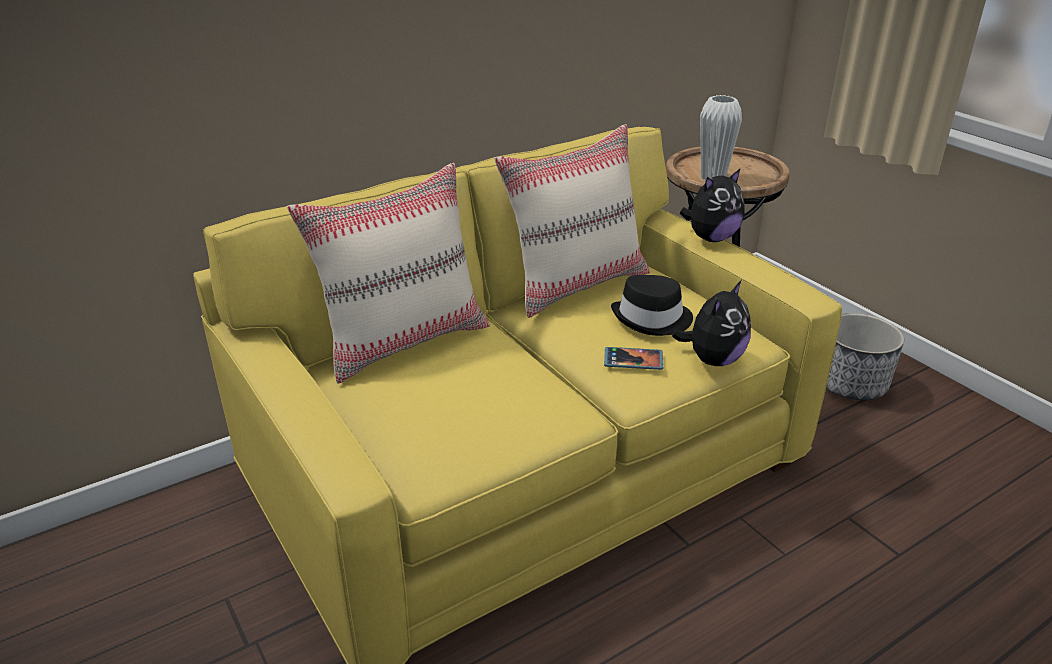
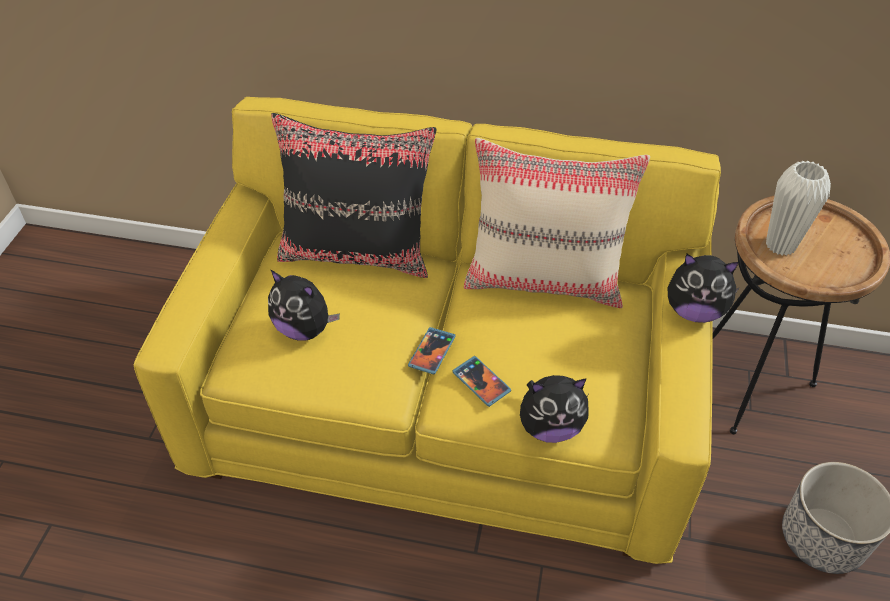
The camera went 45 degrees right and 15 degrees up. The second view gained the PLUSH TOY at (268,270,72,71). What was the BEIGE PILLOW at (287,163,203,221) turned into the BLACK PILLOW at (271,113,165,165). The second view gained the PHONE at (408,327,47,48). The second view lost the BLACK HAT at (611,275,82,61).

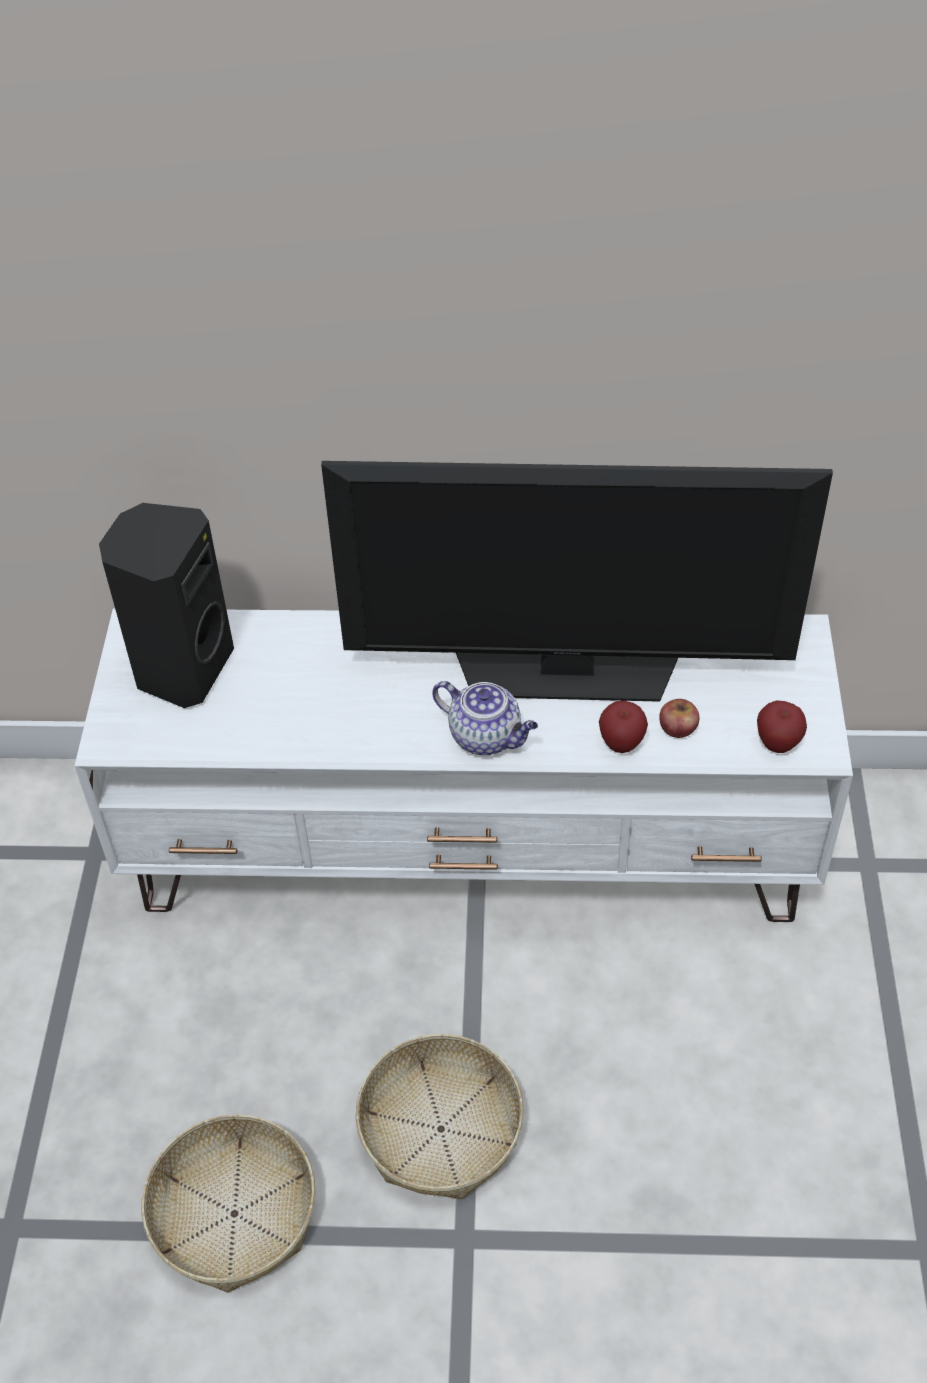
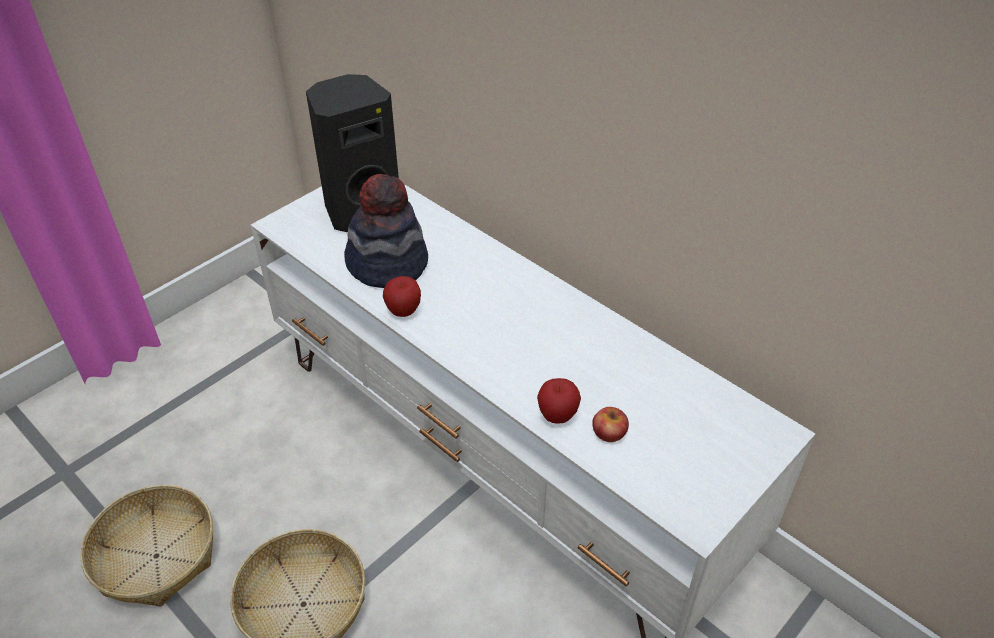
The camera went 40 degrees right and 5 degrees down. The second view gained the HAT at (344,174,84,114). The APPLE ended up elsewhere, having gone from (757,700,50,53) to (383,276,38,41). The second view lost the TELEVISION at (321,461,512,241). The second view lost the TEAPOT at (432,681,106,74).

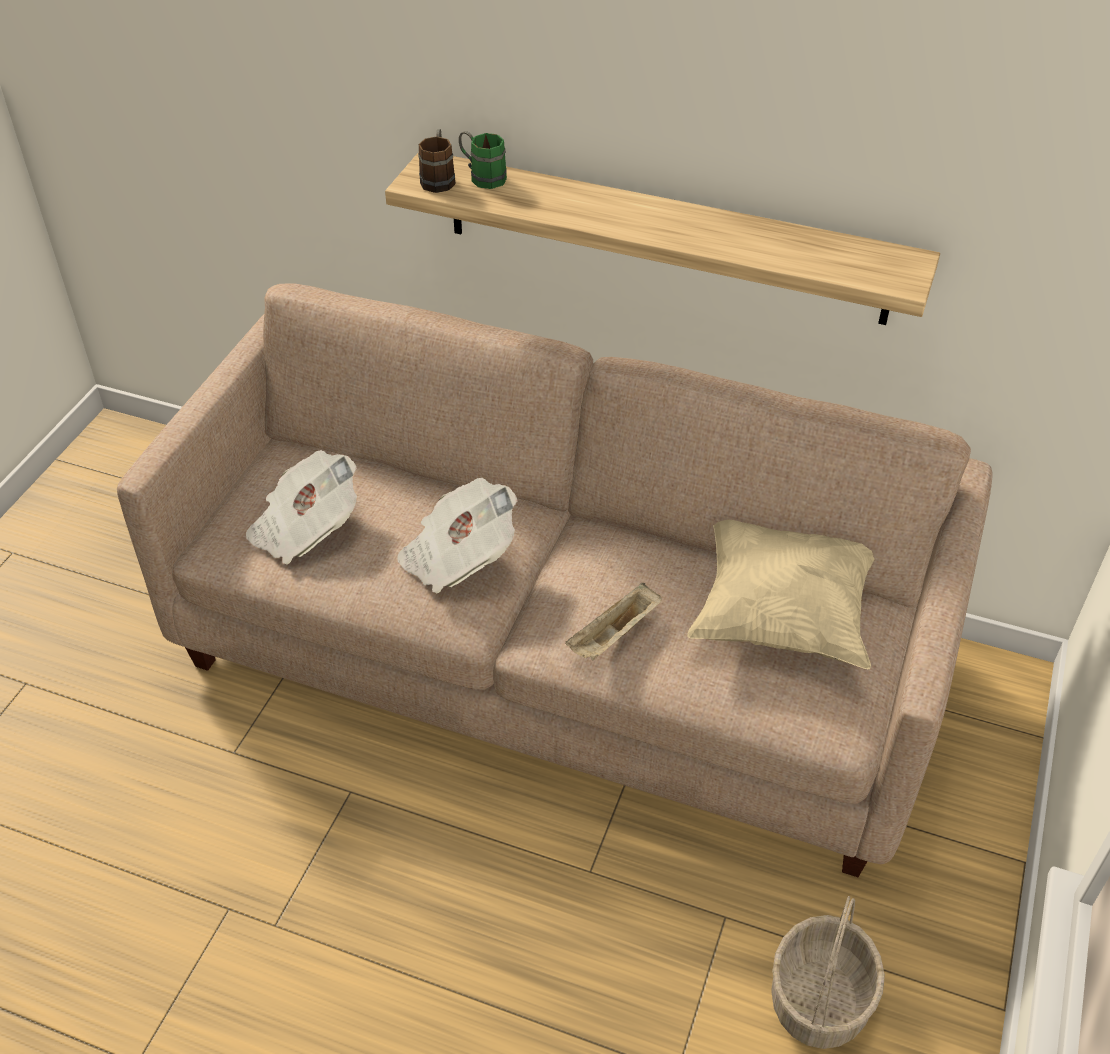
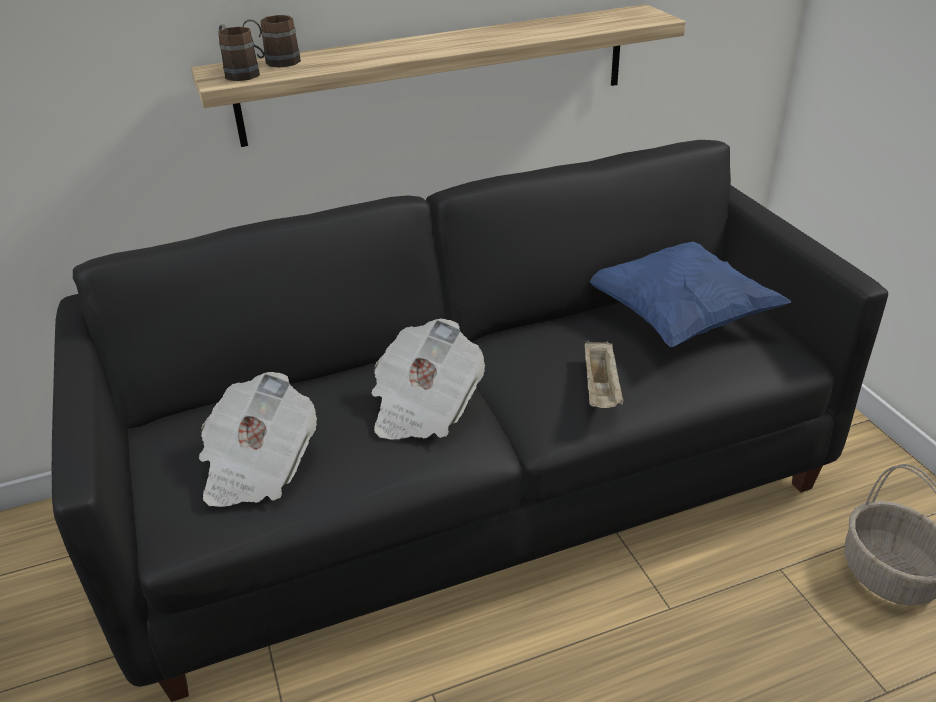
The camera went 40 degrees left and 10 degrees down. What was the BEIGE SOFA at (117,283,876,594) turned into the BLACK SOFA at (52,140,836,562). What was the GREEN MUG at (459,131,48,58) turned into the BROWN MUG at (242,15,59,53). What was the BEIGE PILLOW at (687,519,188,150) turned into the BLUE PILLOW at (590,242,201,105).

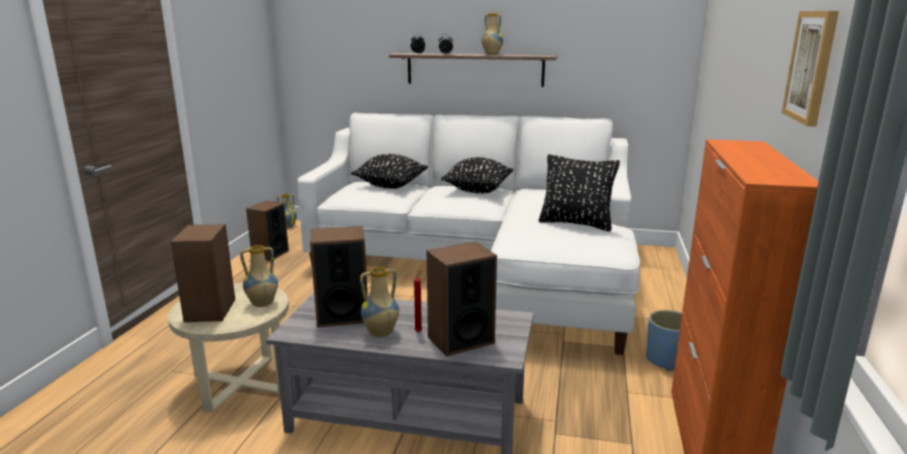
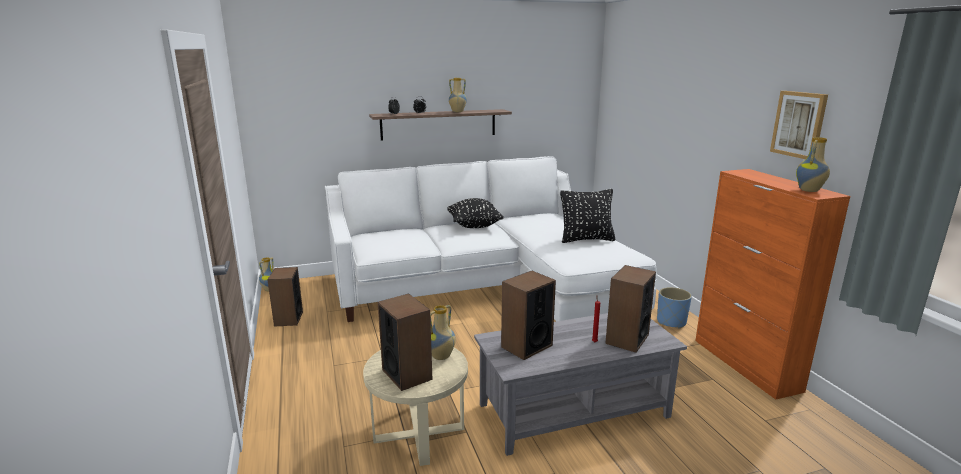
The camera went 30 degrees left and 0 degrees up. The VASE ended up elsewhere, having gone from (360,267,39,70) to (796,137,34,55). The second view lost the BLACK PILLOW at (351,154,77,35).

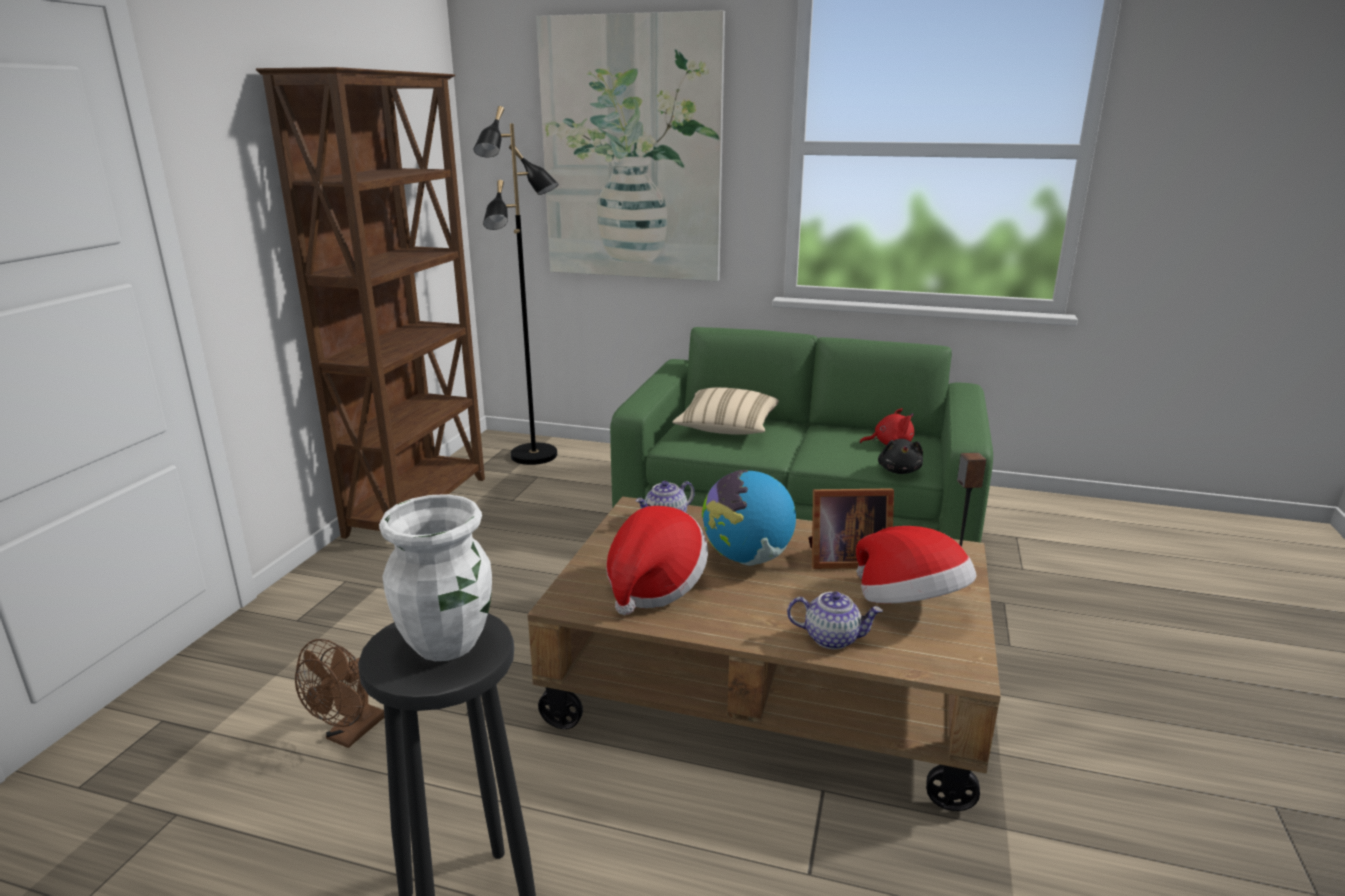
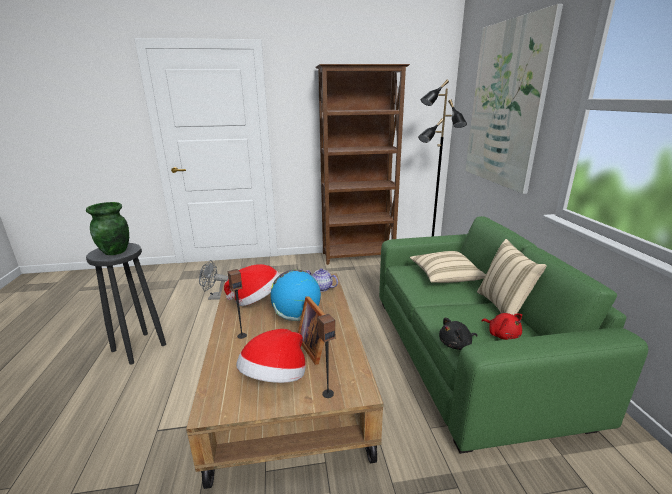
The camera went 65 degrees right and 0 degrees up. What was the WHITE VASE at (379,494,113,167) turned into the GREEN VASE at (86,202,43,53). What was the BROWN FAN at (295,639,89,109) turned into the GREY FAN at (199,260,29,40). The second view gained the SPEAKER at (228,269,19,70). The second view gained the BEIGE PILLOW at (477,239,70,76). The second view lost the TEAPOT at (787,591,96,58).

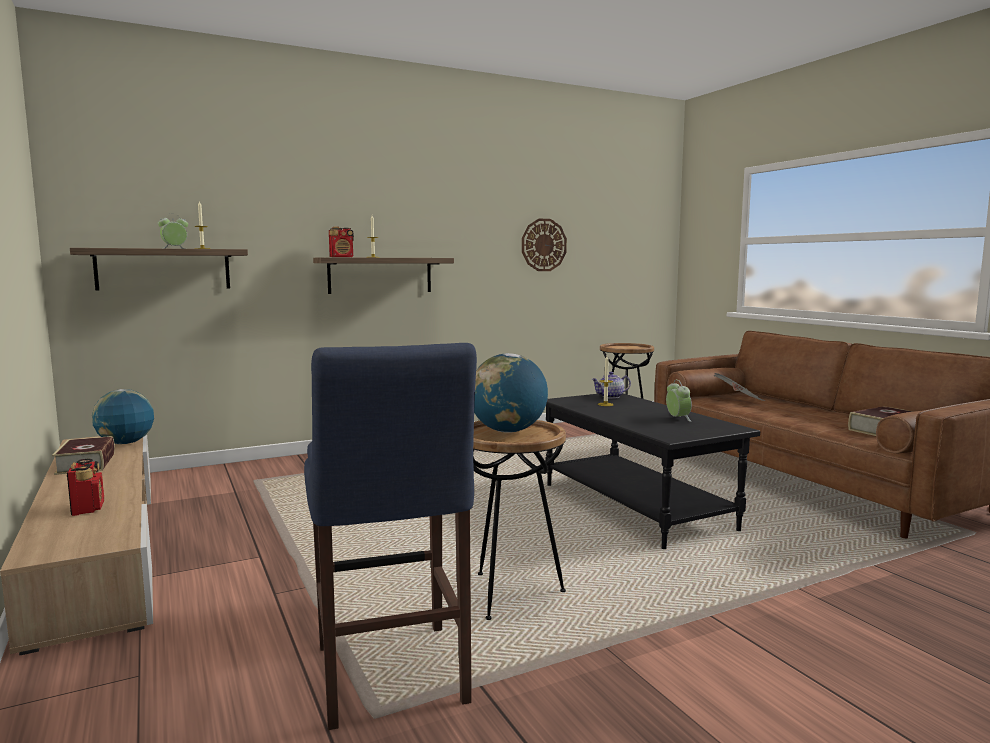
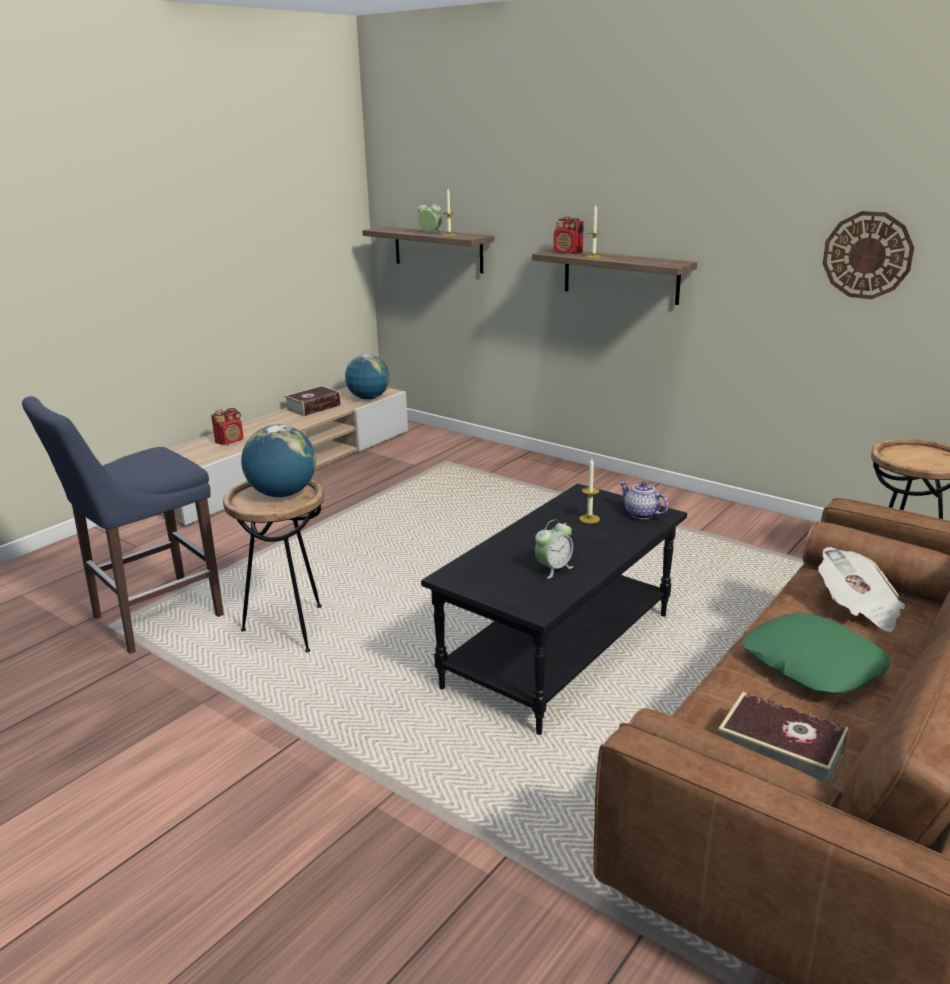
The camera went 65 degrees right and 15 degrees up. The second view gained the GREEN PILLOW at (742,613,148,82).

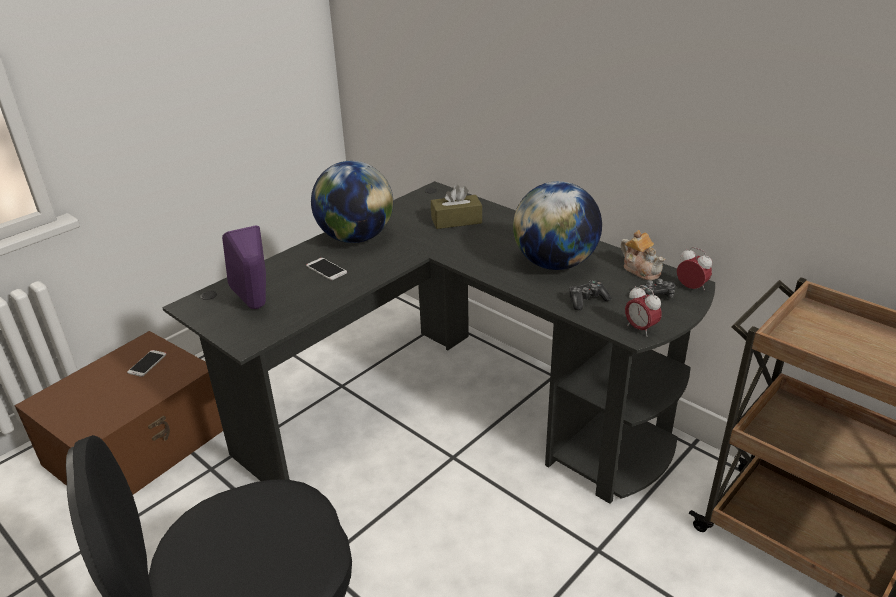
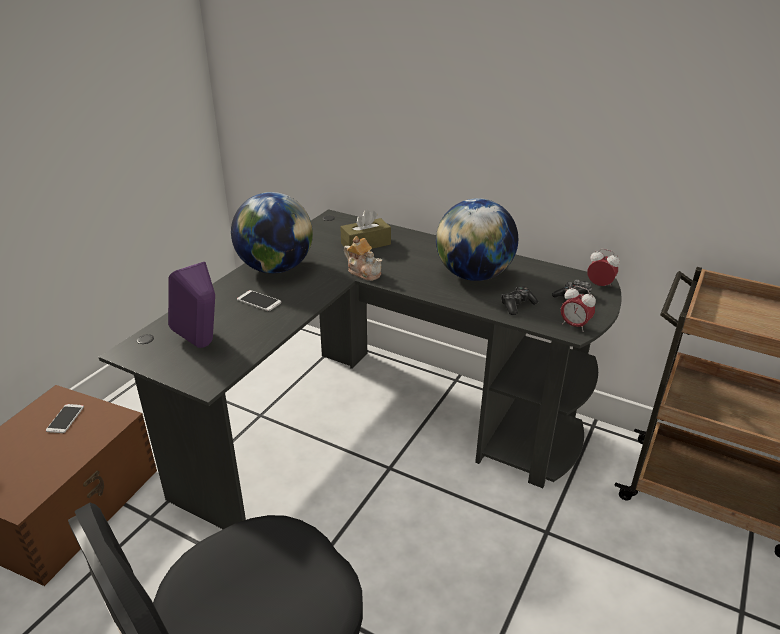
The camera went 15 degrees left and 0 degrees up. The TEAPOT ended up elsewhere, having gone from (620,230,45,50) to (344,236,38,45).

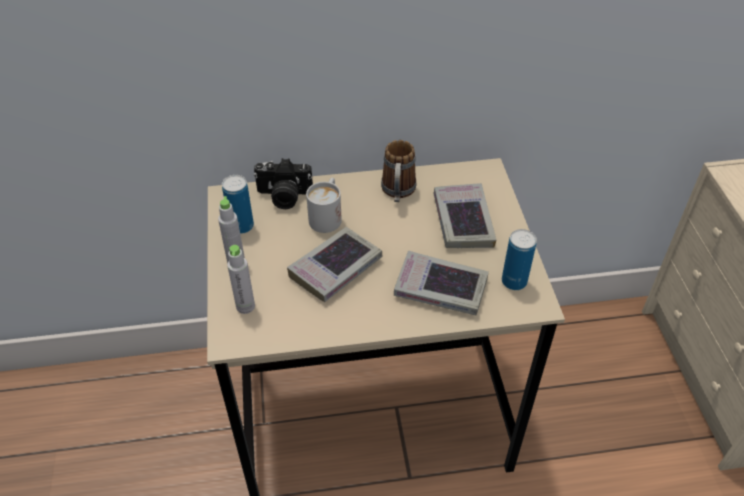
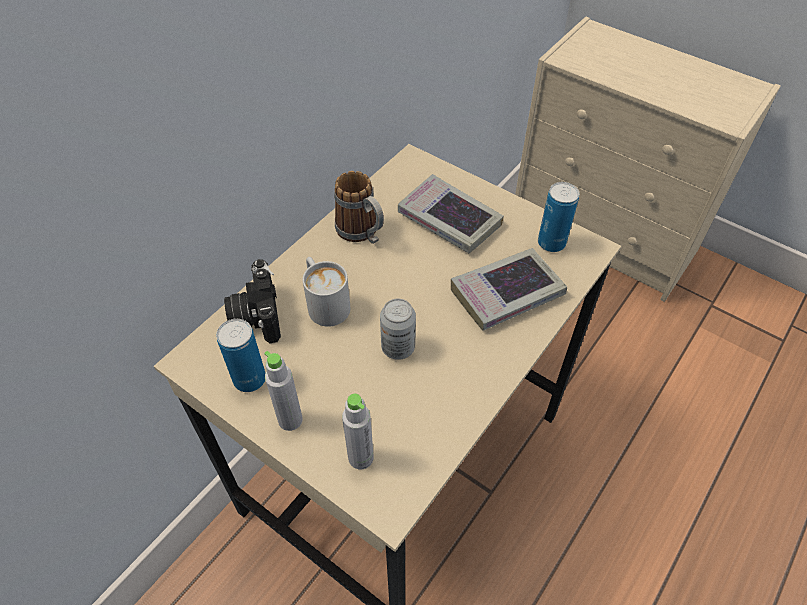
The camera went 45 degrees left and 5 degrees up. The PHOTO CAMERA at (253,158,60,51) ended up facing another way, 120 degrees clockwise from before. Where the BOOK stood at (287,227,96,75), the CAN came to stand at (380,299,36,61).

